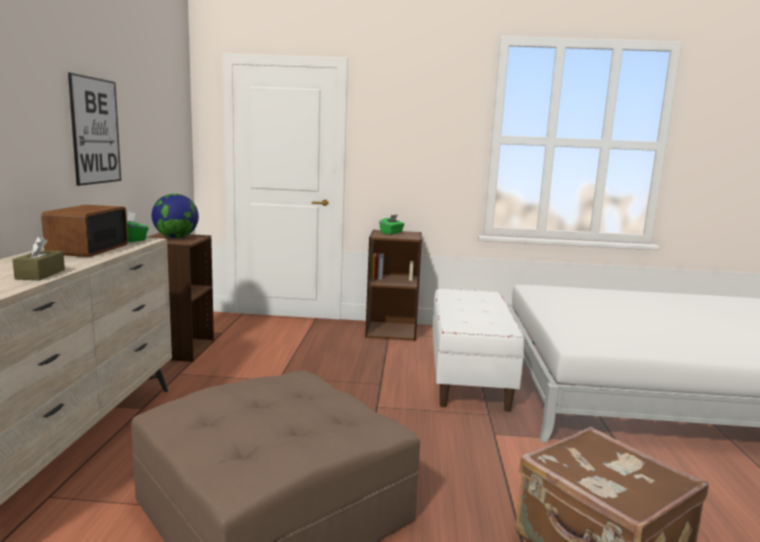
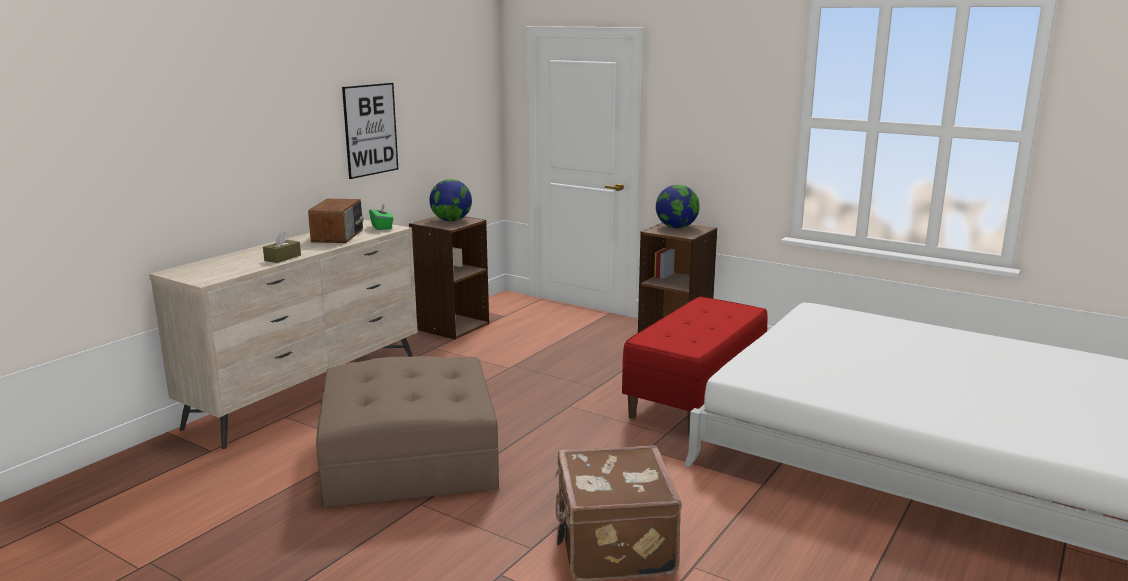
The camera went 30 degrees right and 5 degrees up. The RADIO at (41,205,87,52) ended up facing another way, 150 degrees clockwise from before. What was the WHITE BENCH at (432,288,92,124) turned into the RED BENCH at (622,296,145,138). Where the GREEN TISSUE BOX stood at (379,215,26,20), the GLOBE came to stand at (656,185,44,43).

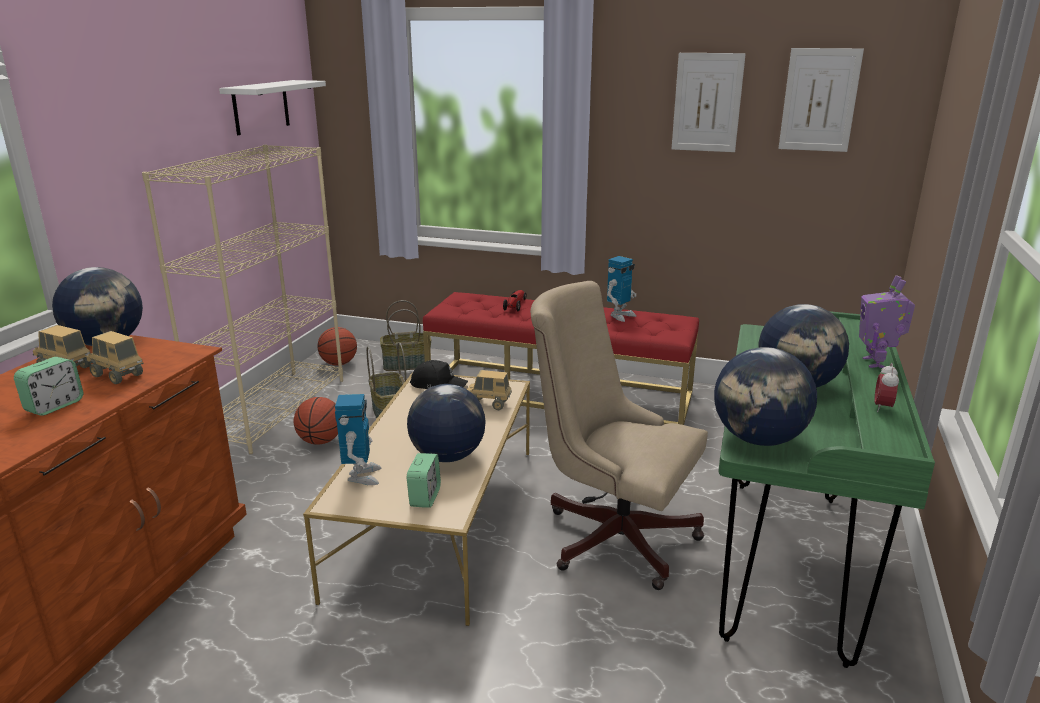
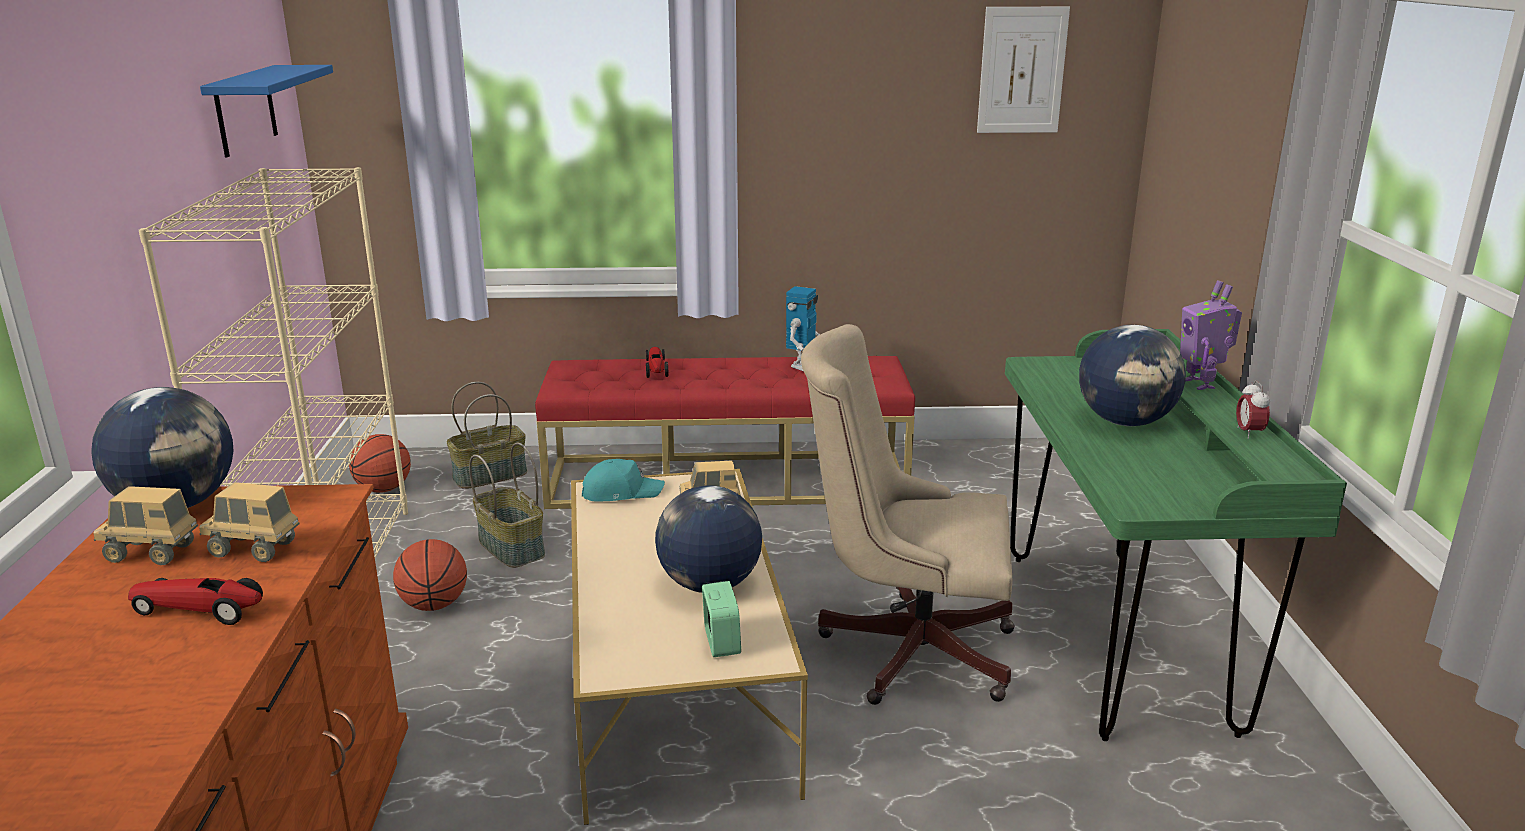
The camera went 20 degrees left and 0 degrees up. Where the ALARM CLOCK stood at (14,357,69,59), the TOY CAR came to stand at (128,578,135,47). What was the WHITE SHELF at (219,80,107,55) turned into the BLUE SHELF at (200,65,133,92). What was the BLACK CAP at (410,360,58,29) turned into the TURQUOISE CAP at (582,459,83,42). The second view lost the TOY ROBOT at (335,394,46,91). The second view lost the PICTURE at (672,53,74,99). The second view lost the GLOBE at (714,347,103,99).

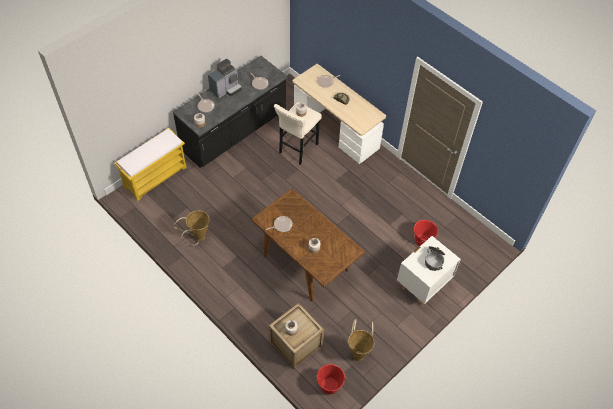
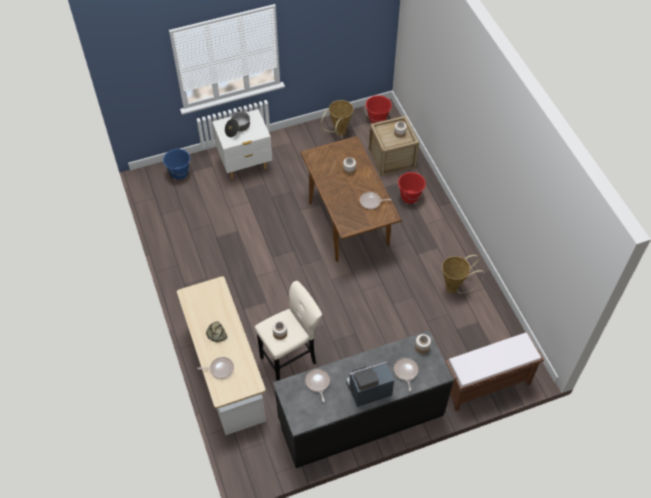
The camera went 155 degrees left and 0 degrees up. The second view gained the BLUE BUCKET at (163,149,27,31). The RED BUCKET ended up elsewhere, having gone from (413,220,25,26) to (398,172,28,32). What was the YELLOW BENCH at (115,128,72,73) turned into the BROWN BENCH at (445,332,99,79).

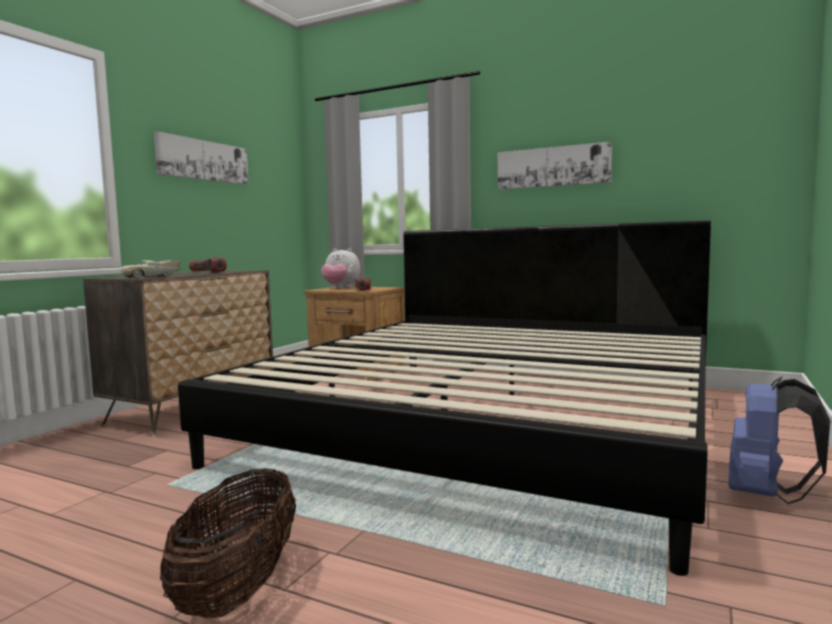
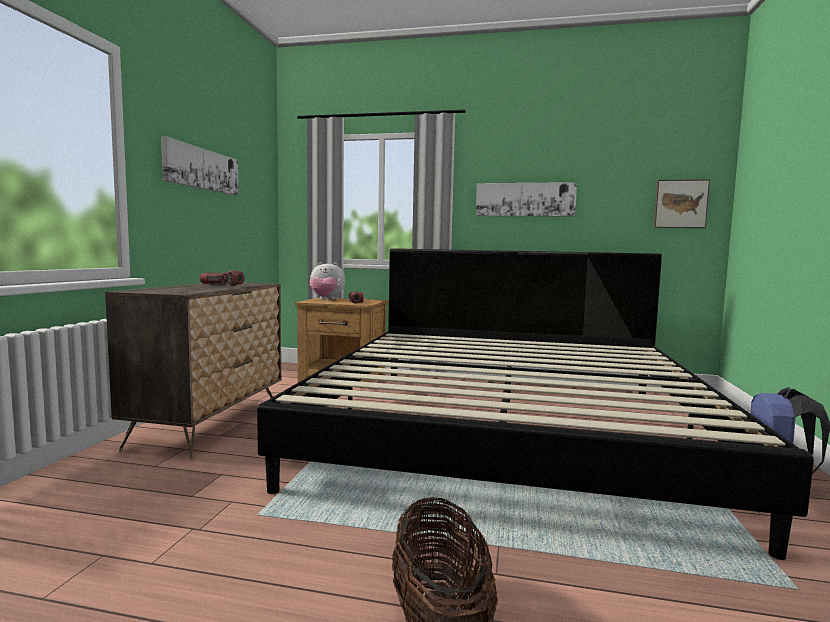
The camera went 15 degrees left and 0 degrees up. The second view gained the PICTURE at (653,179,57,49). The second view lost the BEIGE TOY CAR at (121,260,61,18).

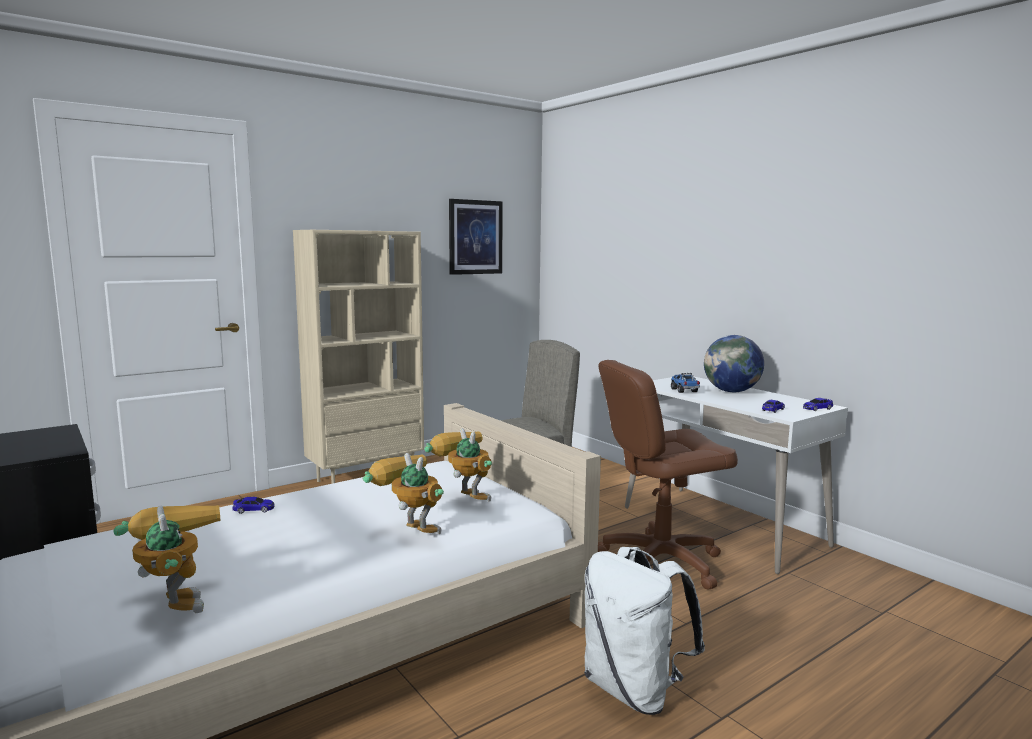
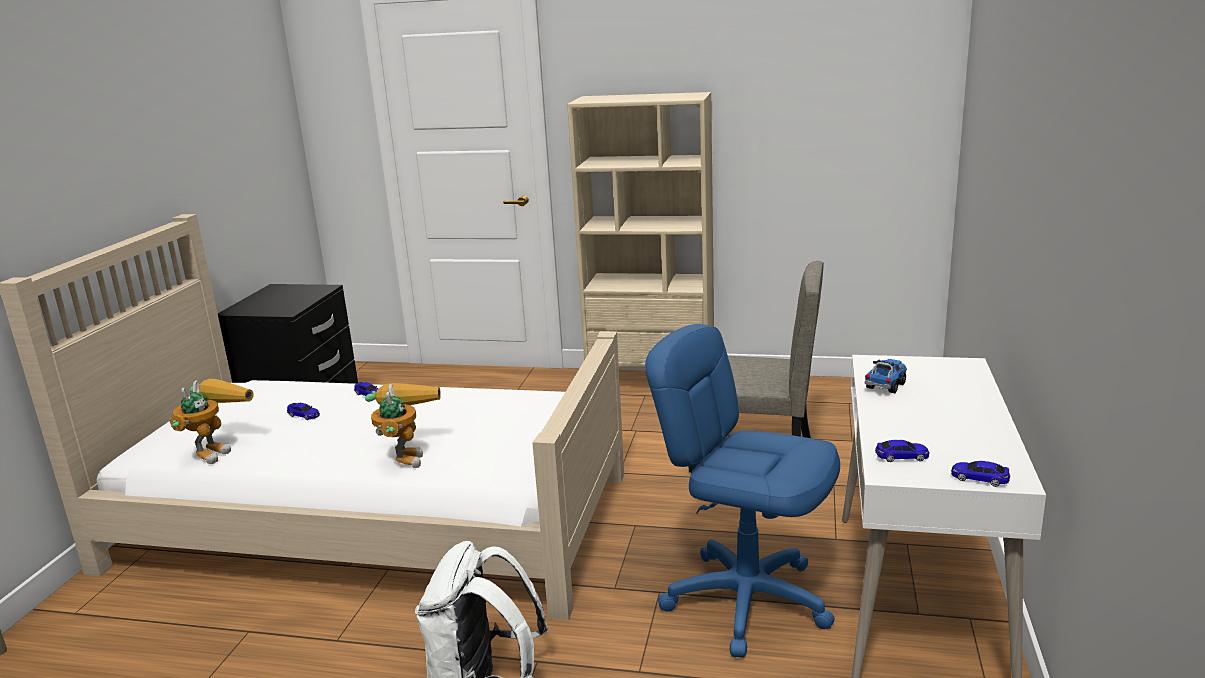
The camera went 50 degrees right and 10 degrees up. The second view gained the TOY CAR at (287,403,33,17). What was the BROWN OFFICE CHAIR at (598,360,140,229) turned into the BLUE OFFICE CHAIR at (645,324,195,334). The second view lost the TOY ROBOT at (424,428,68,74). The second view lost the PICTURE at (449,199,54,76). The second view lost the GLOBE at (704,335,60,57).

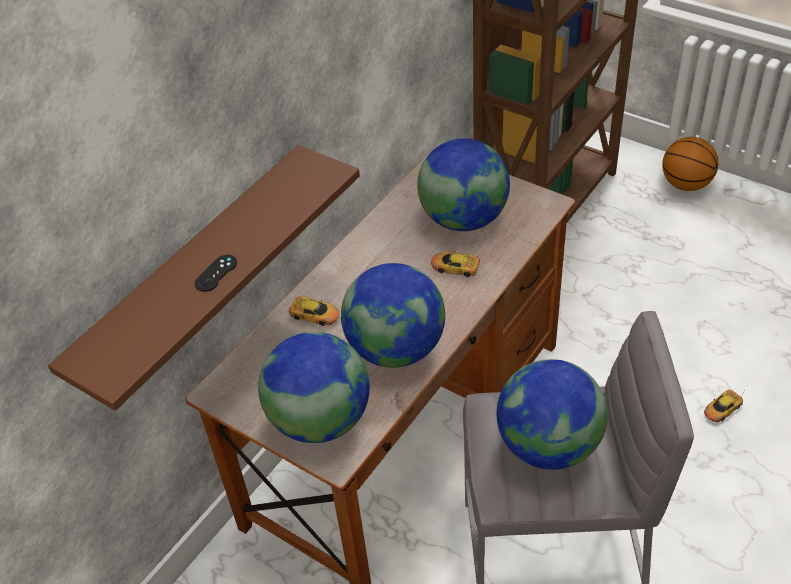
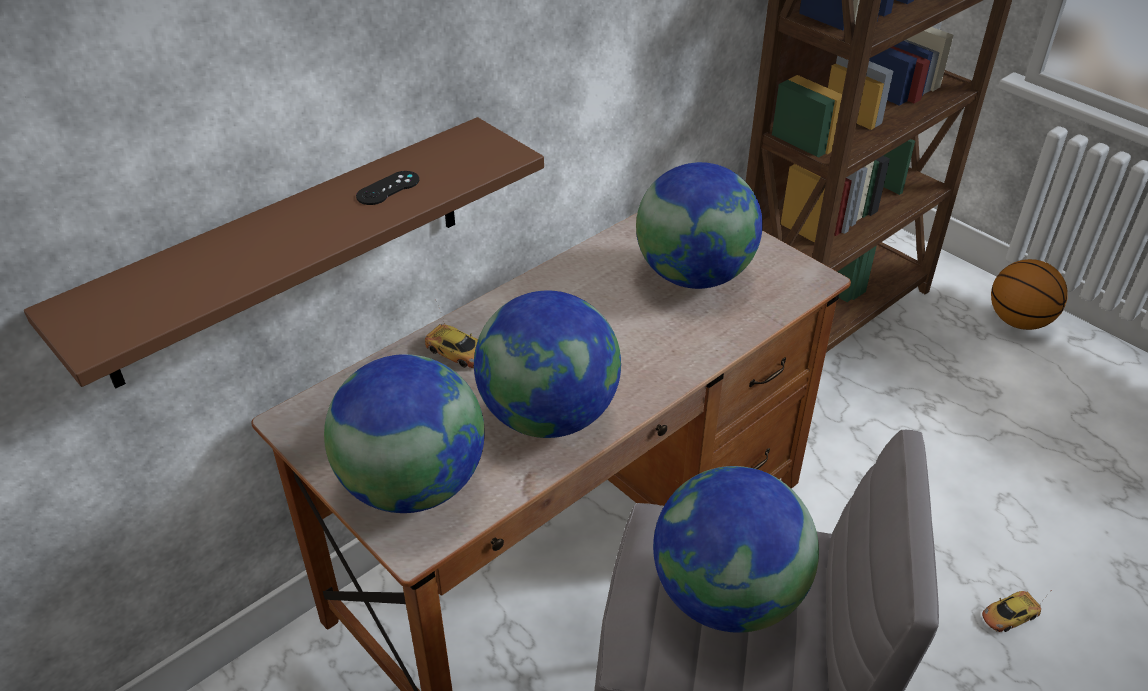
The camera went 10 degrees right and 5 degrees down. The BLACK GAME CONTROLLER ended up elsewhere, having gone from (195,255,42,37) to (356,171,63,34). The second view lost the TOY CAR at (431,251,49,26).

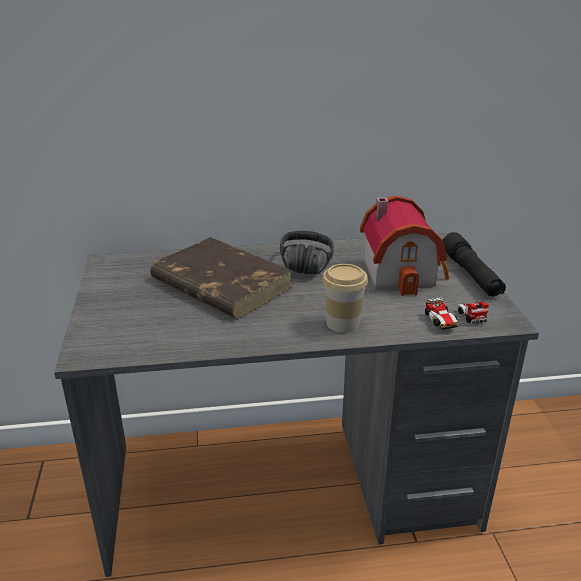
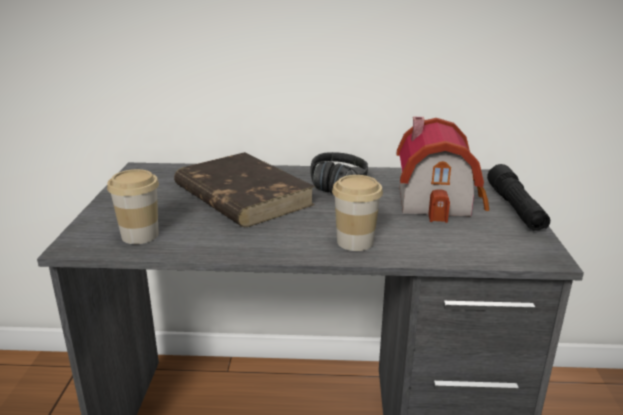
The camera went 10 degrees right and 5 degrees down. The second view gained the CUP at (107,169,52,75). The second view lost the TOY CAR at (425,297,64,33).

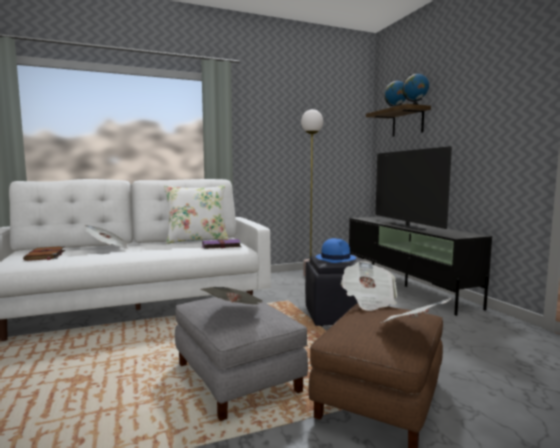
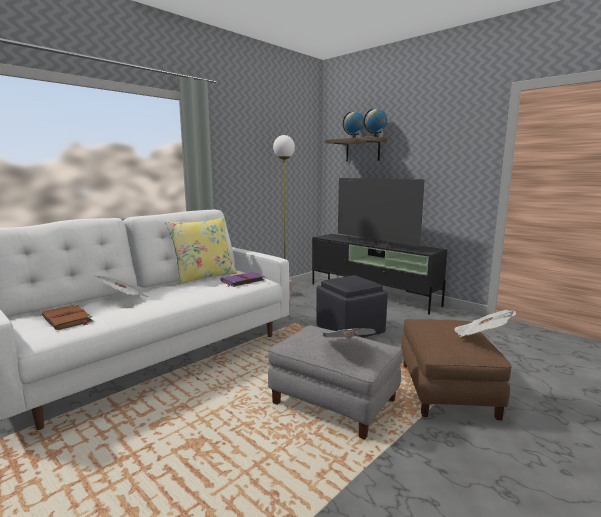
The camera went 25 degrees left and 5 degrees up. What was the WHITE PILLOW at (164,185,64,59) turned into the YELLOW PILLOW at (165,217,72,68). The second view lost the BLUE HAT at (316,238,40,25). The second view lost the NEWSPAPER at (341,261,56,50).

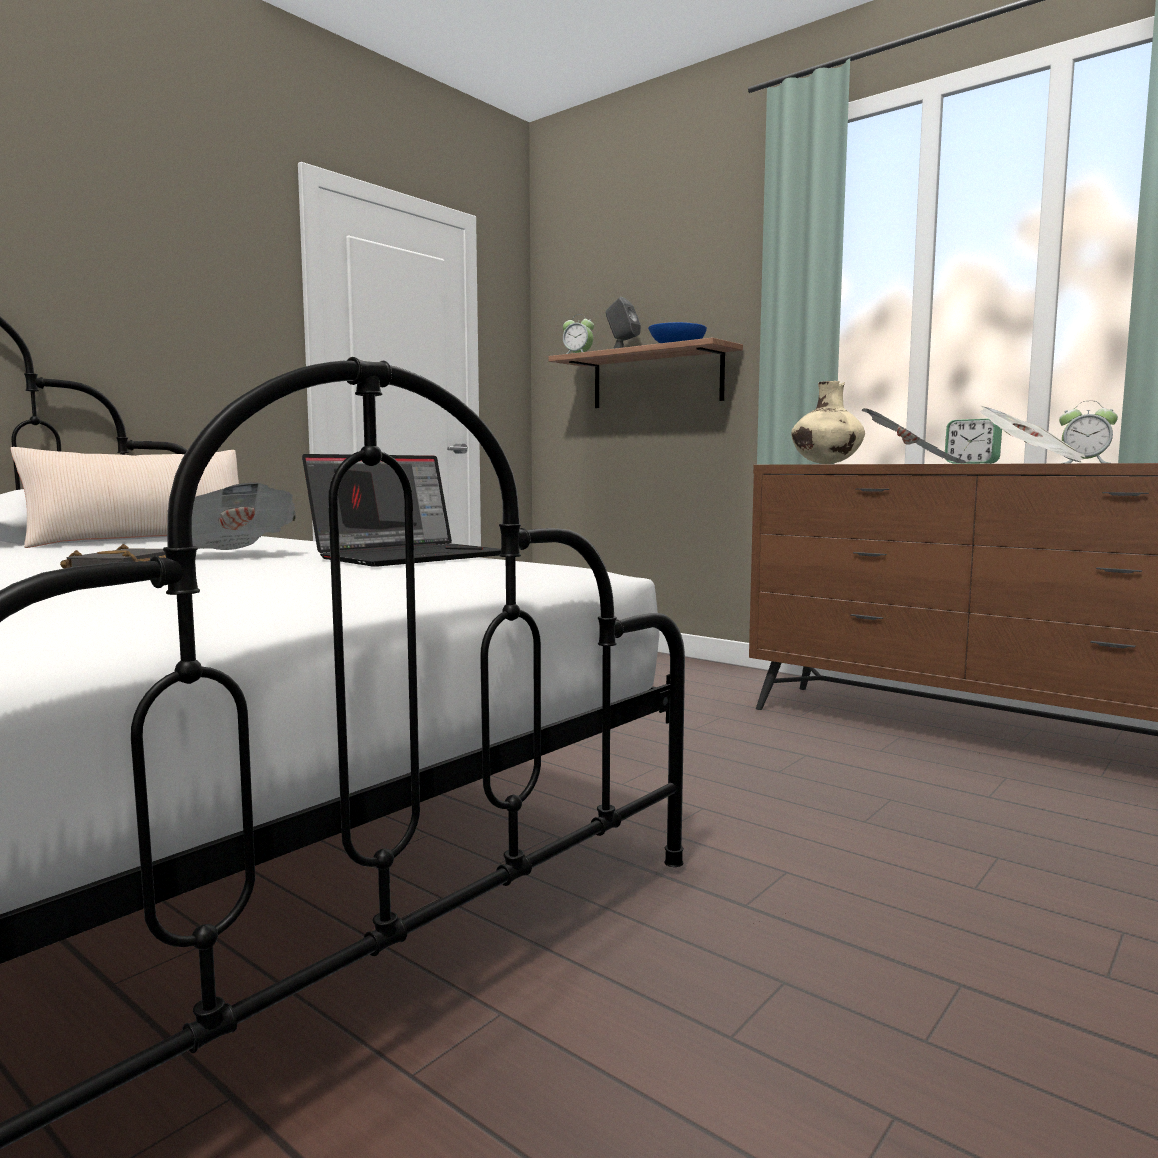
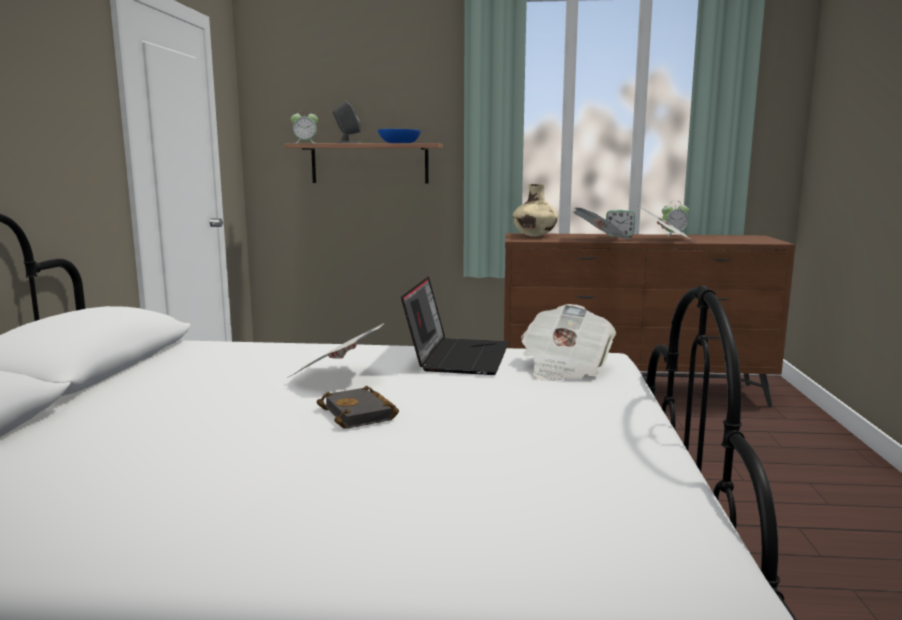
The camera went 35 degrees left and 5 degrees up. The second view gained the NEWSPAPER at (521,304,95,77). The second view lost the BEIGE PILLOW at (11,447,228,101).

